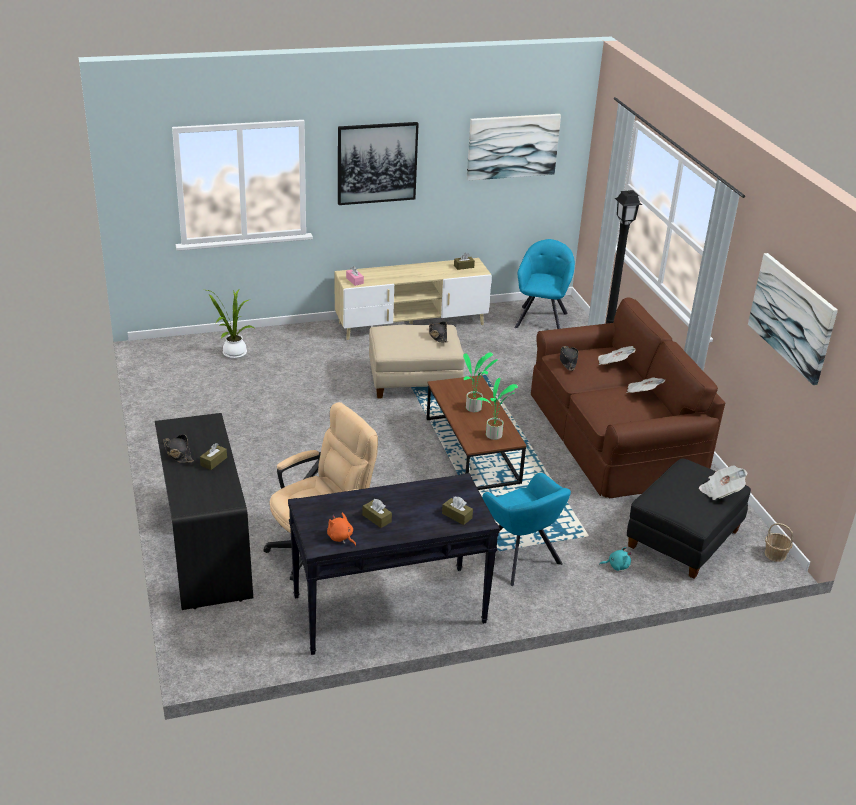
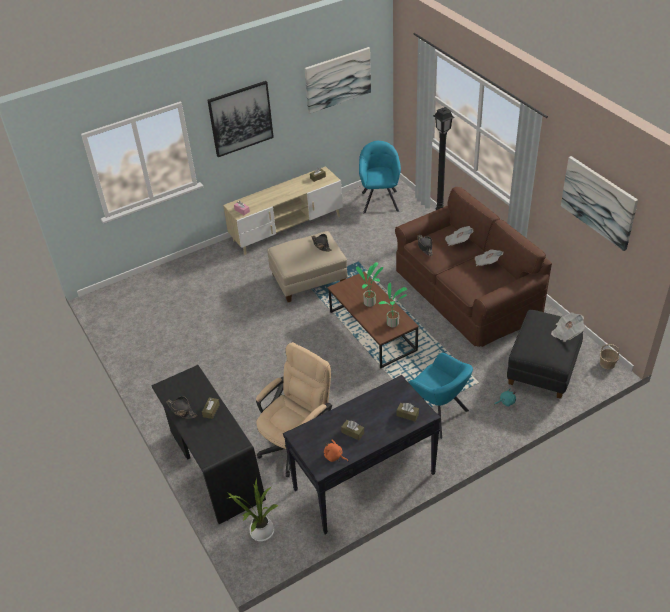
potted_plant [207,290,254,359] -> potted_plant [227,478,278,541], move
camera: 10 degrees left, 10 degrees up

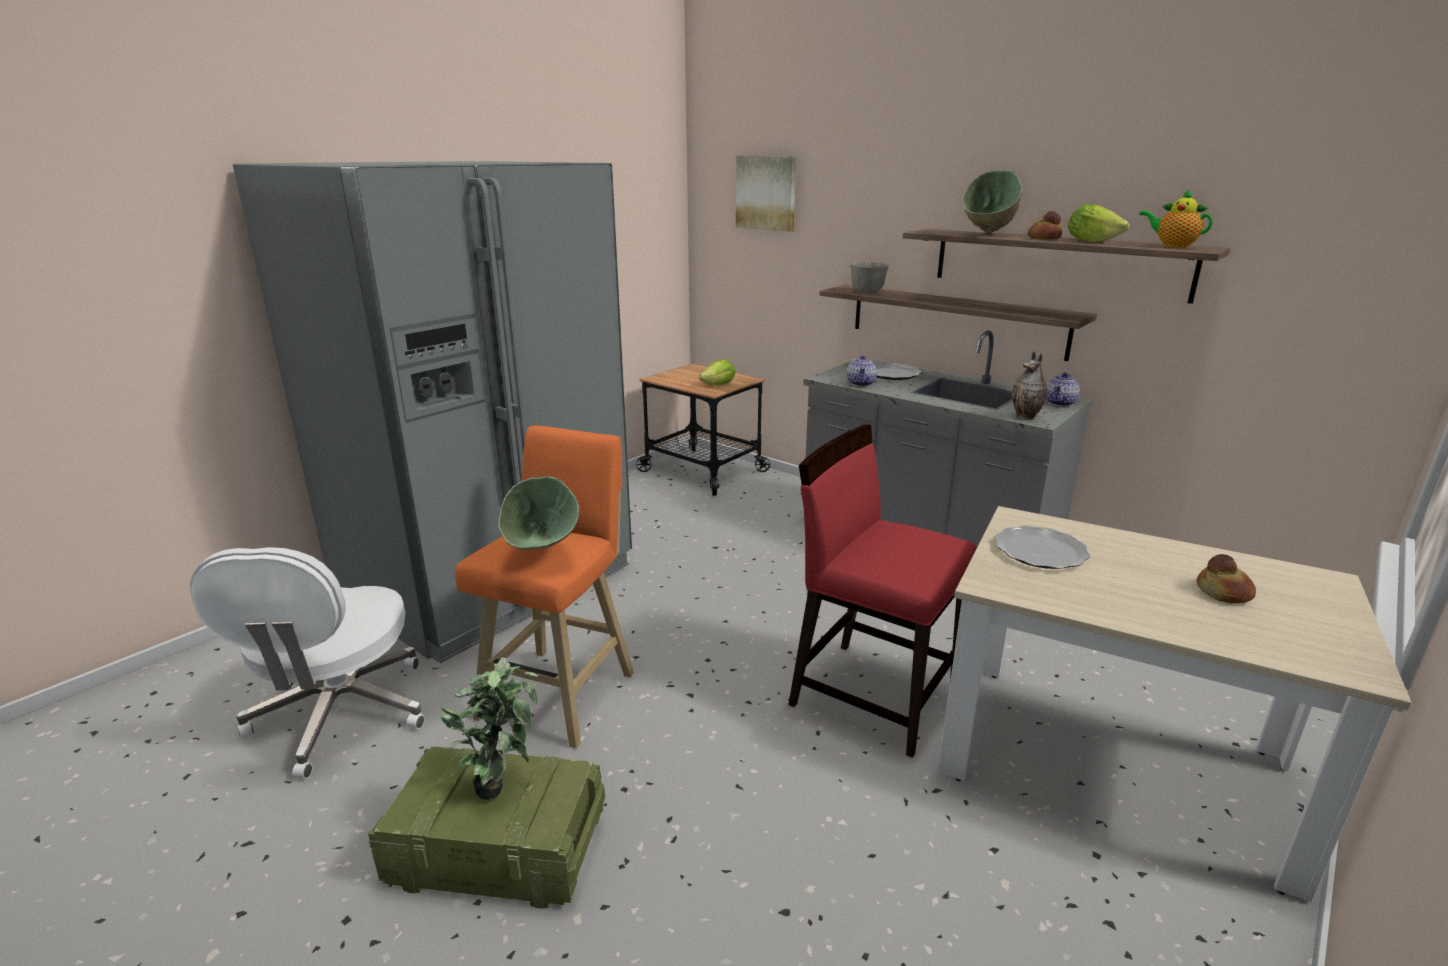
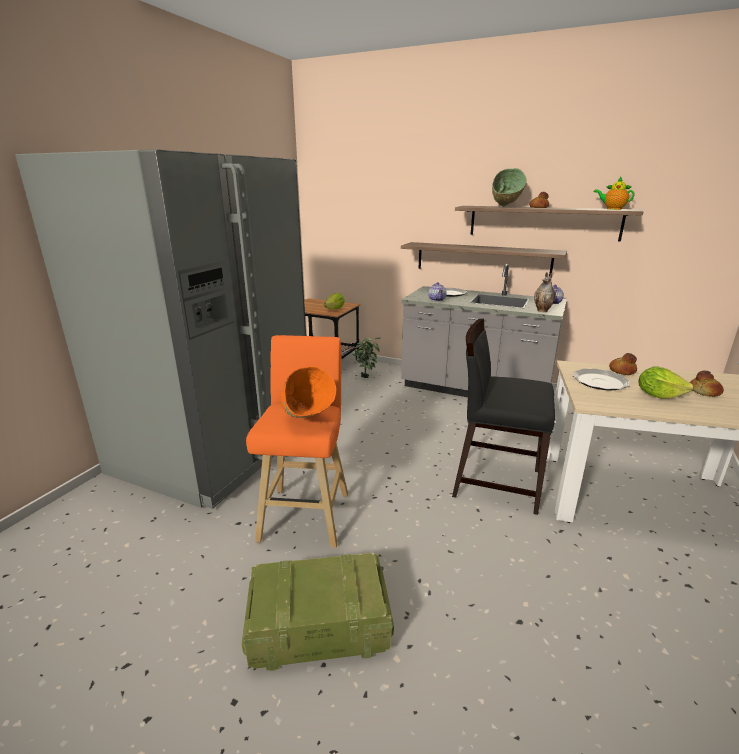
green_bowl [498,476,580,550] -> orange_bowl [281,366,337,418]
potted_plant [440,657,539,800] -> potted_plant [352,337,380,378], move
red_chair [788,425,977,758] -> black_chair [452,319,555,515]
none -> bread [609,353,637,375]
lettuce [1068,204,1130,243] -> lettuce [639,366,694,399], move
white_office_chair [190,547,425,779] -> none
picture [736,156,796,232] -> none
grey_bowl [850,262,889,293] -> none
camera: 15 degrees left, 0 degrees up

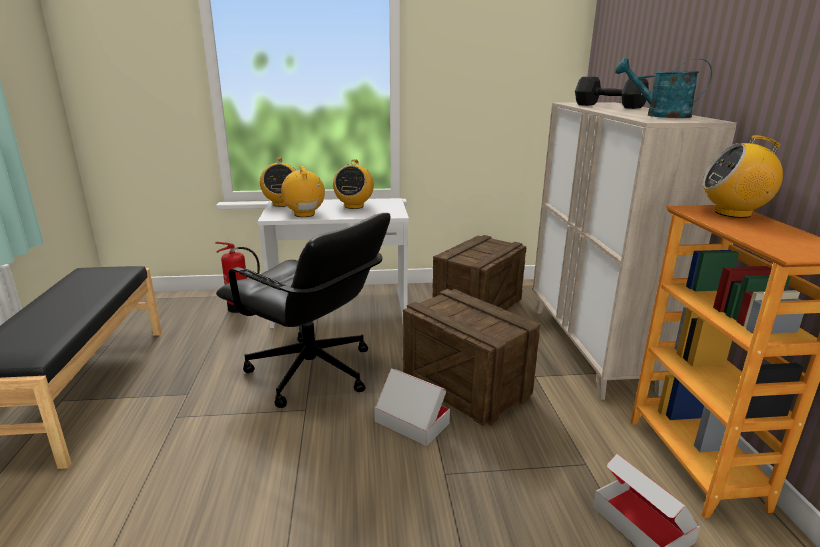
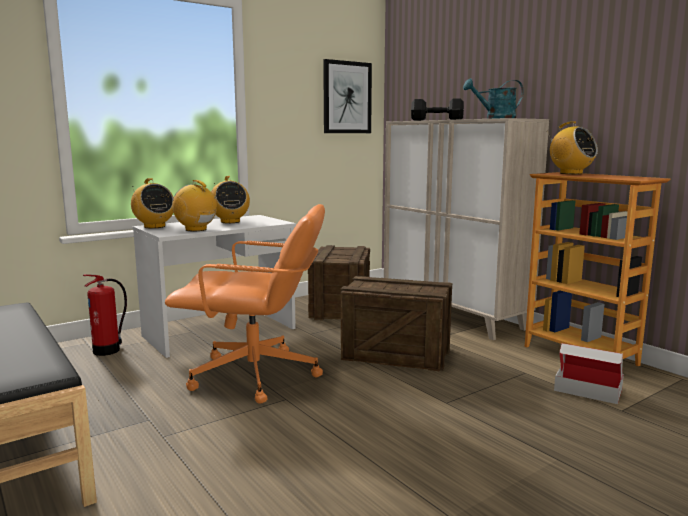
black_office_chair [216,213,390,408] -> orange_office_chair [165,204,325,404]
none -> picture [323,59,372,133]
radio [702,135,783,218] -> radio [549,121,598,174], 105 degrees counterclockwise
cardboard_box [374,369,450,446] -> none
camera: 30 degrees left, 10 degrees down

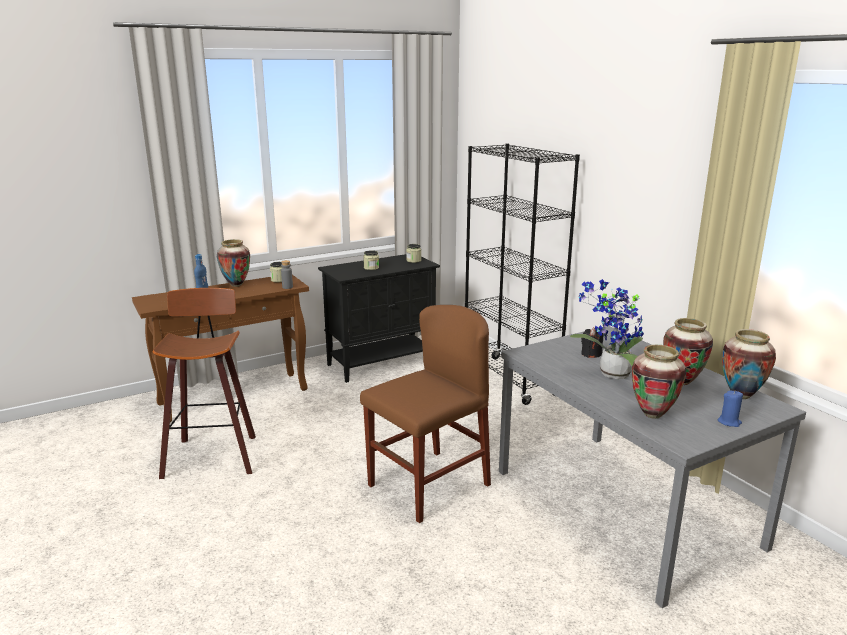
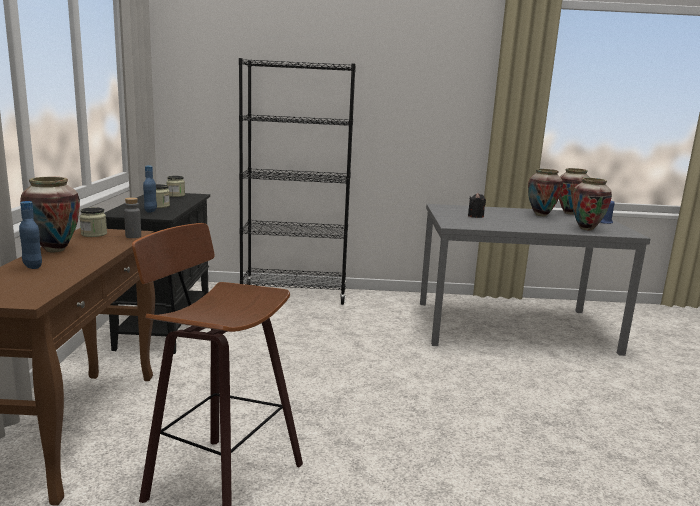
none -> blue_bottle [143,166,157,213]
brown_chair [360,305,491,523] -> none
potted_plant [570,279,644,379] -> none
camera: 60 degrees left, 5 degrees down

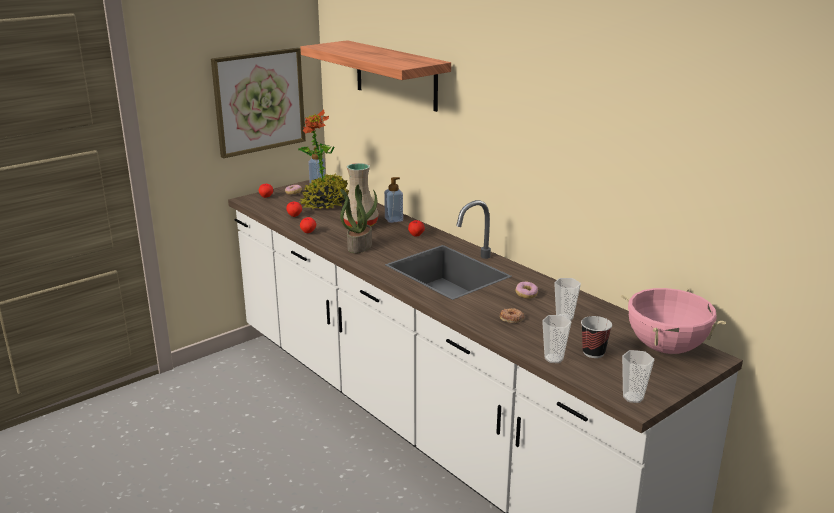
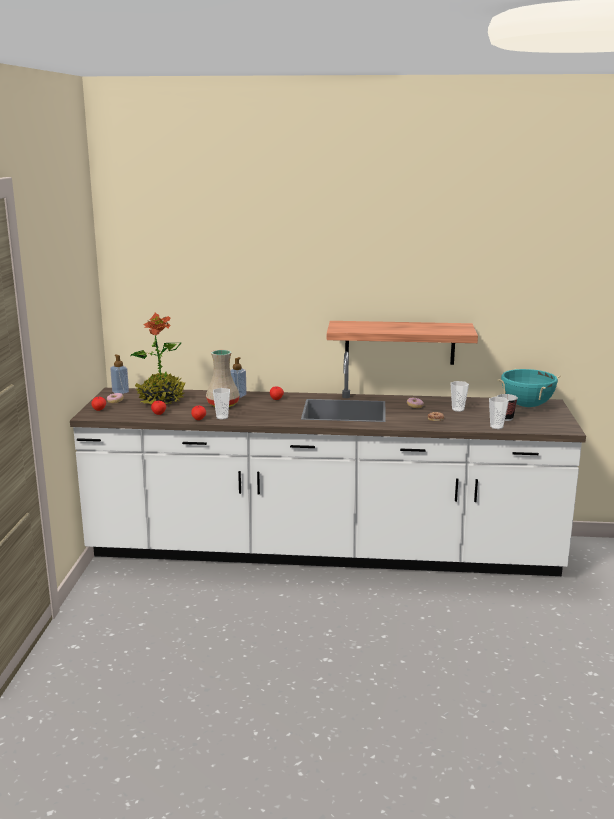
cup [622,350,654,403] -> cup [213,388,230,420], move
shelf [300,40,451,112] -> shelf [327,321,478,365], move
pink_cooking_pot [621,288,726,354] -> turquoise_cooking_pot [497,369,561,407]
picture [211,48,306,158] -> none
potted_plant [340,185,377,253] -> none
camera: 45 degrees left, 5 degrees down

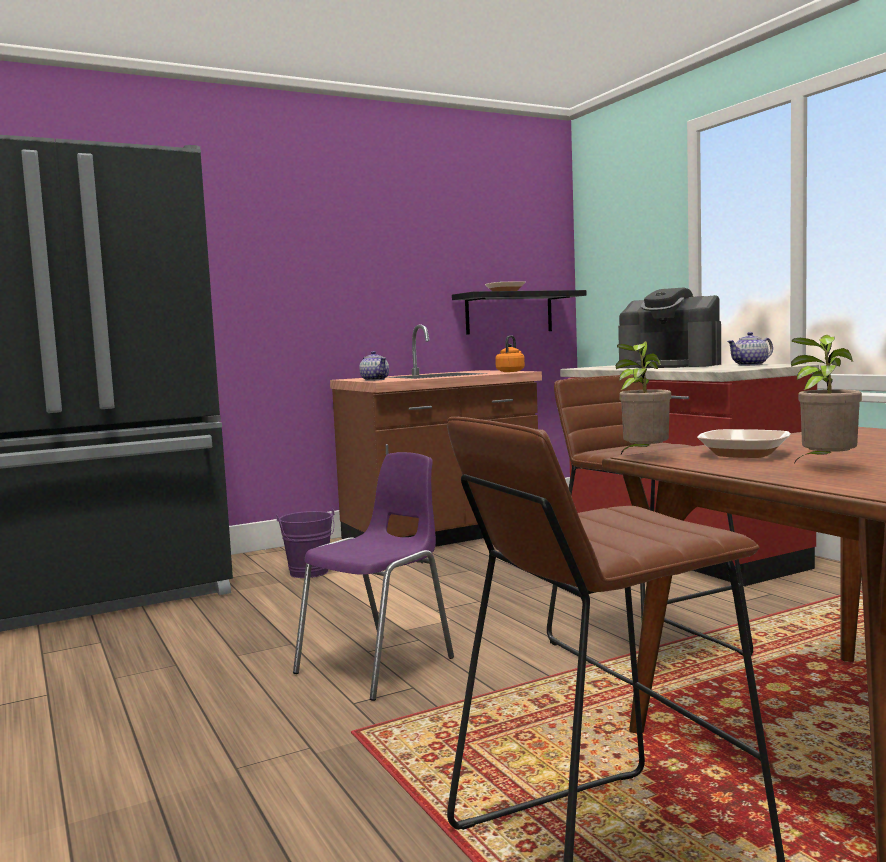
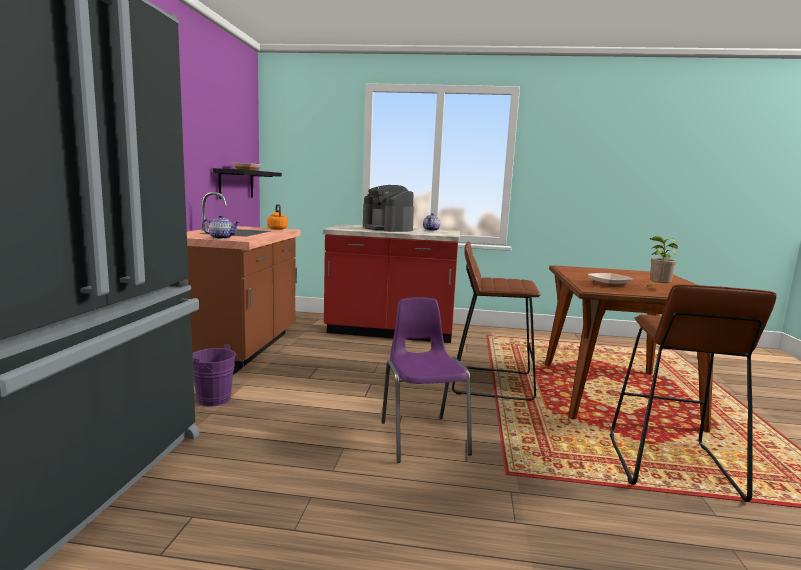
coffee_machine [618,287,721,368] -> coffee_machine [363,185,414,232], 75 degrees clockwise
potted_plant [616,341,671,454] -> none
camera: 55 degrees left, 5 degrees up

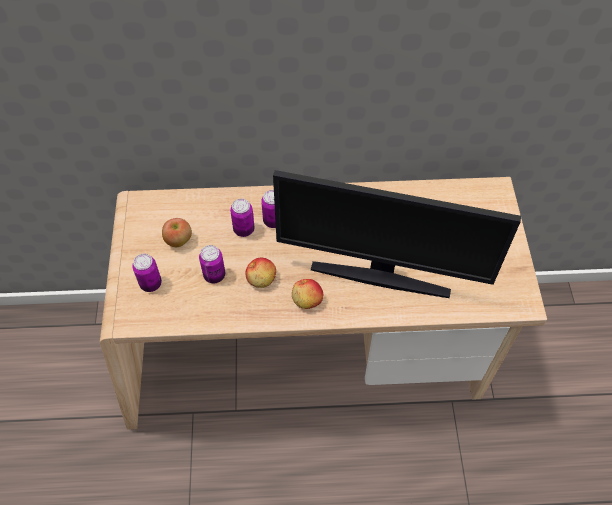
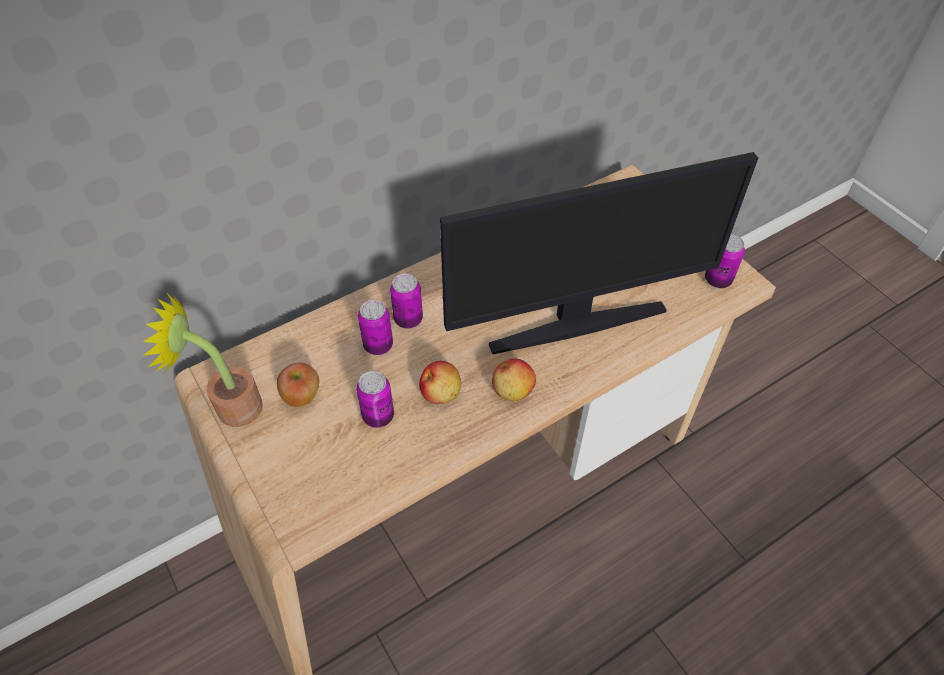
none -> potted_plant [142,292,263,427]
can [132,254,162,292] -> can [705,234,745,288], move
camera: 30 degrees left, 5 degrees down

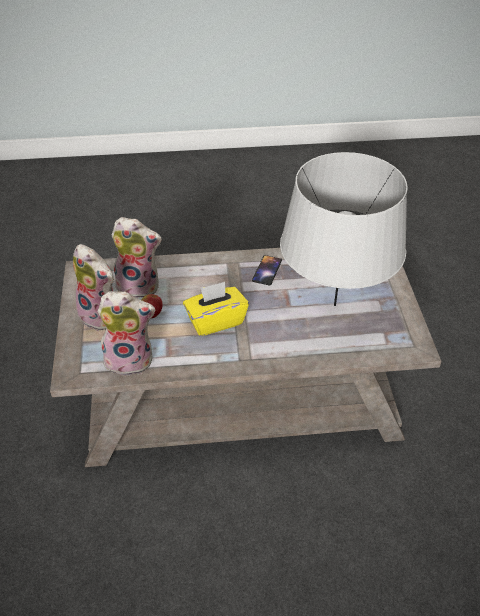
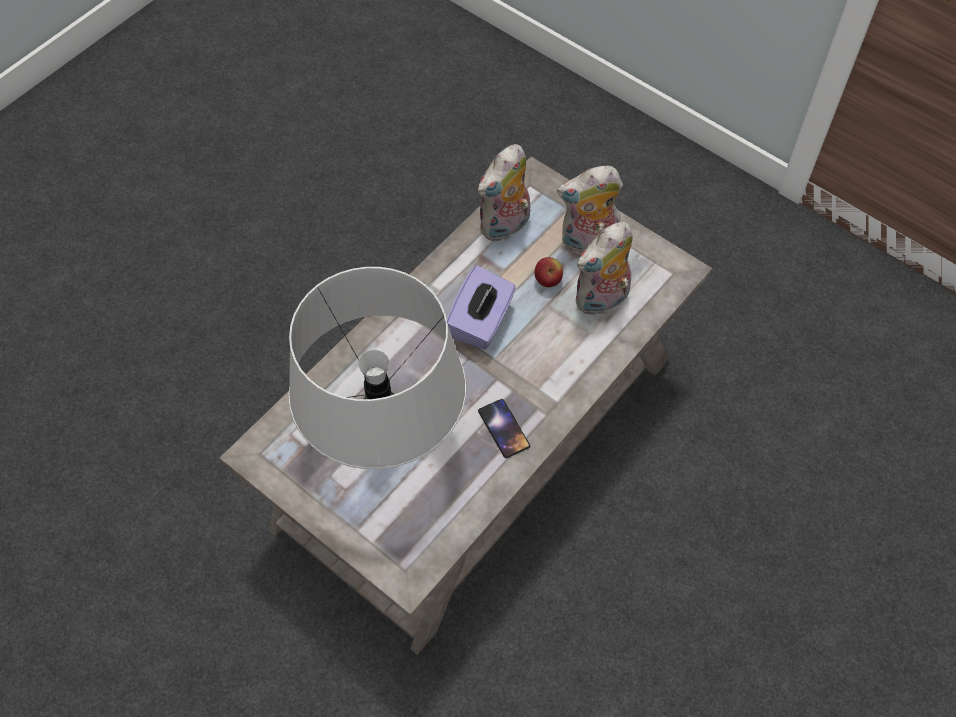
yellow_tissue_box [183,282,249,336] -> purple_tissue_box [447,266,516,350]
camera: 135 degrees right, 15 degrees up

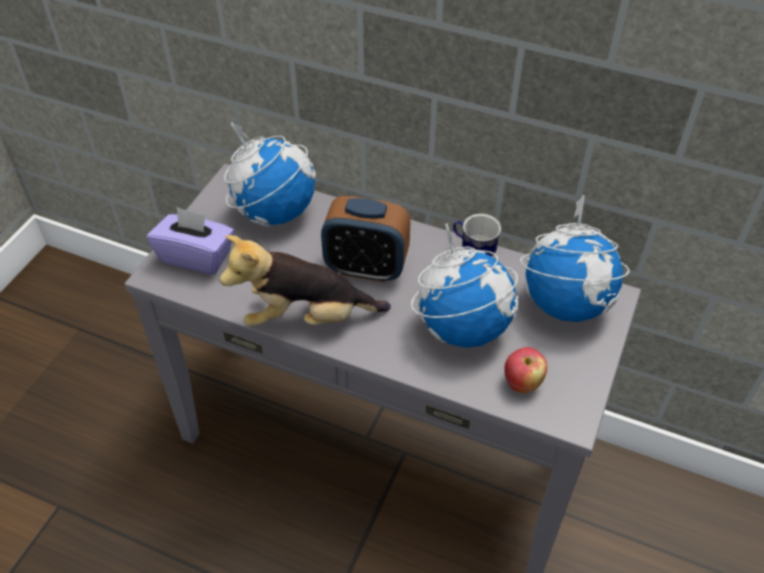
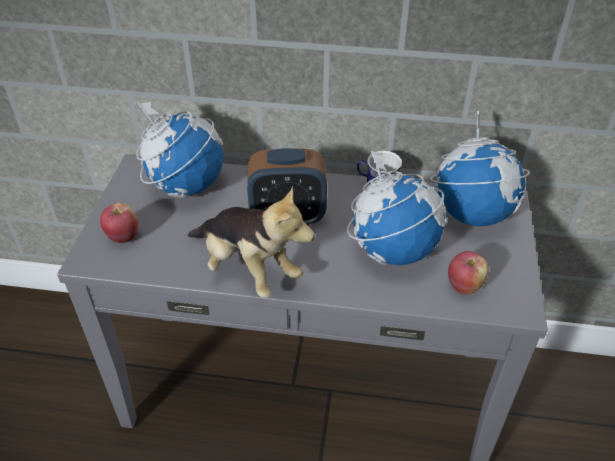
purple_tissue_box [147,207,234,275] -> apple [100,203,138,243]
plush_toy [220,235,391,326] -> plush_toy [188,186,315,298], 120 degrees counterclockwise
camera: 15 degrees left, 5 degrees down

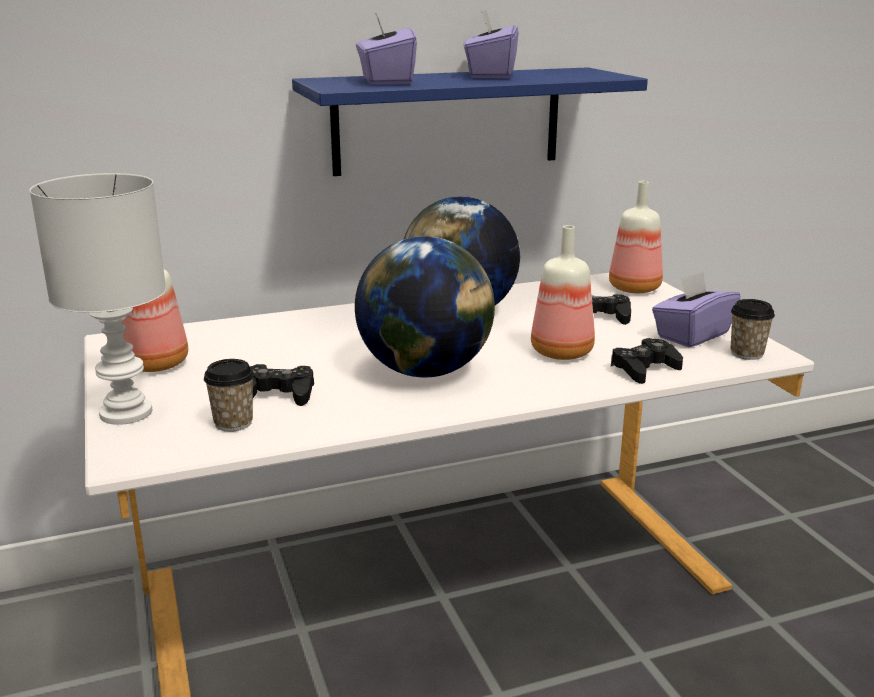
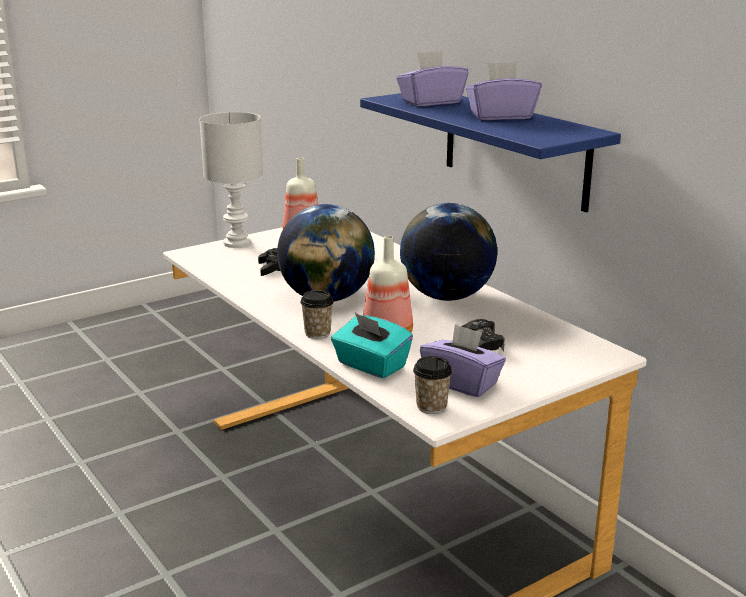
cup [204,359,254,432] -> cup [300,290,334,339], move
black_game_controller [611,338,683,384] -> turquoise_tissue_box [331,313,413,378]
bottle [609,181,663,293] -> none
camera: 75 degrees right, 0 degrees up

